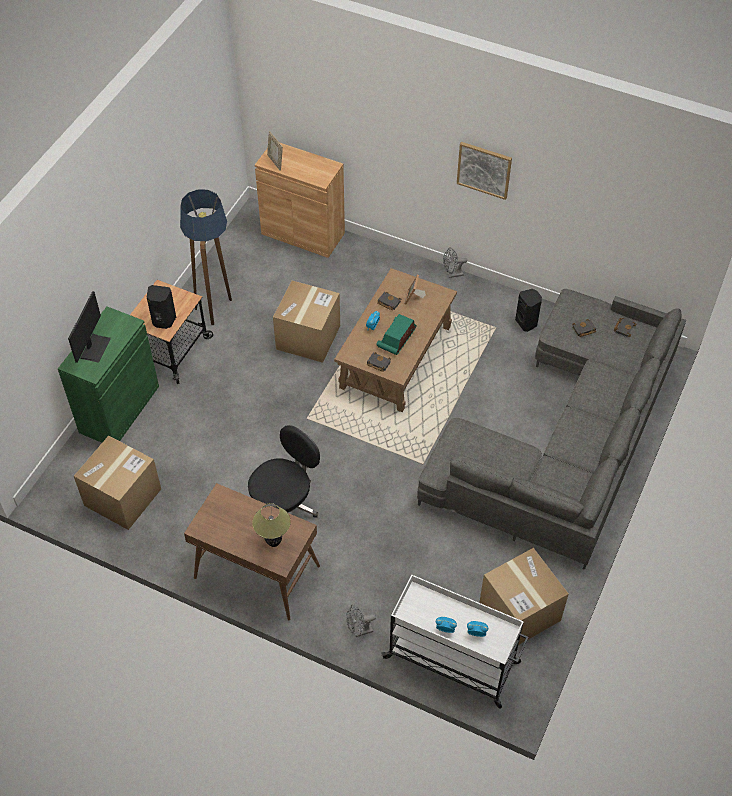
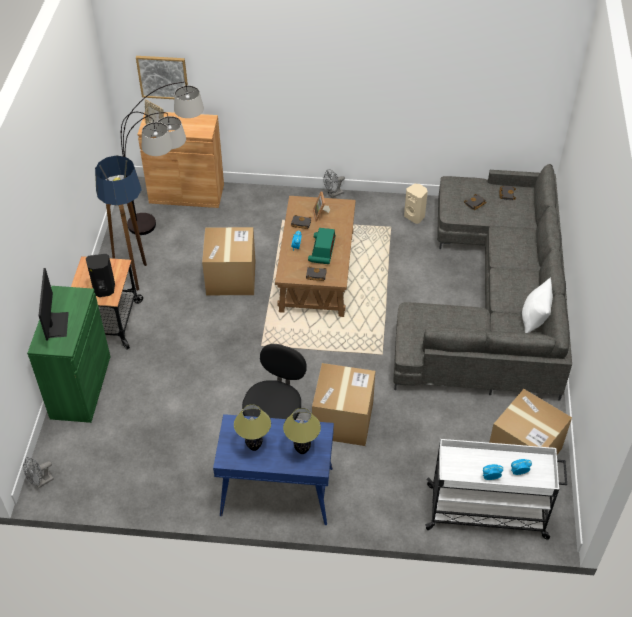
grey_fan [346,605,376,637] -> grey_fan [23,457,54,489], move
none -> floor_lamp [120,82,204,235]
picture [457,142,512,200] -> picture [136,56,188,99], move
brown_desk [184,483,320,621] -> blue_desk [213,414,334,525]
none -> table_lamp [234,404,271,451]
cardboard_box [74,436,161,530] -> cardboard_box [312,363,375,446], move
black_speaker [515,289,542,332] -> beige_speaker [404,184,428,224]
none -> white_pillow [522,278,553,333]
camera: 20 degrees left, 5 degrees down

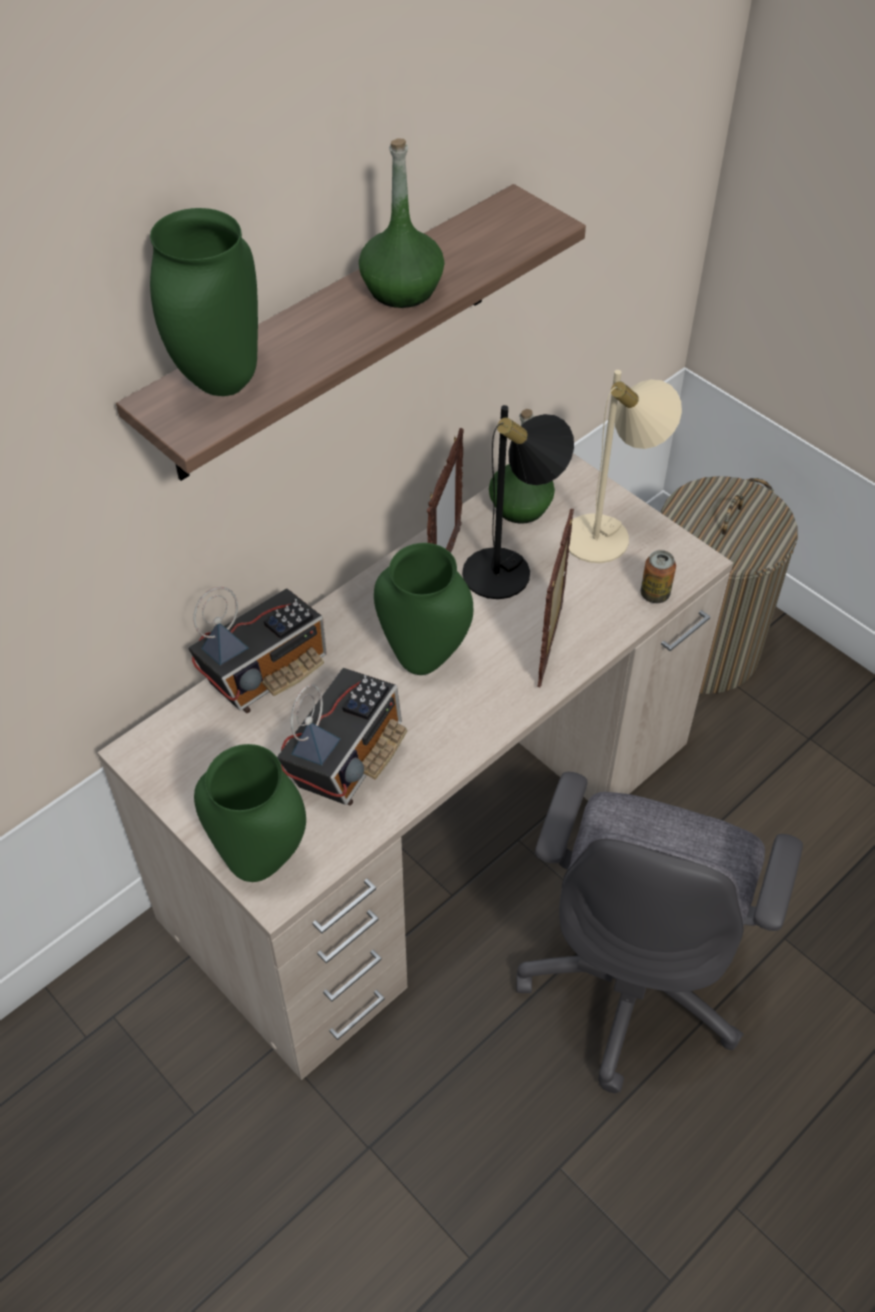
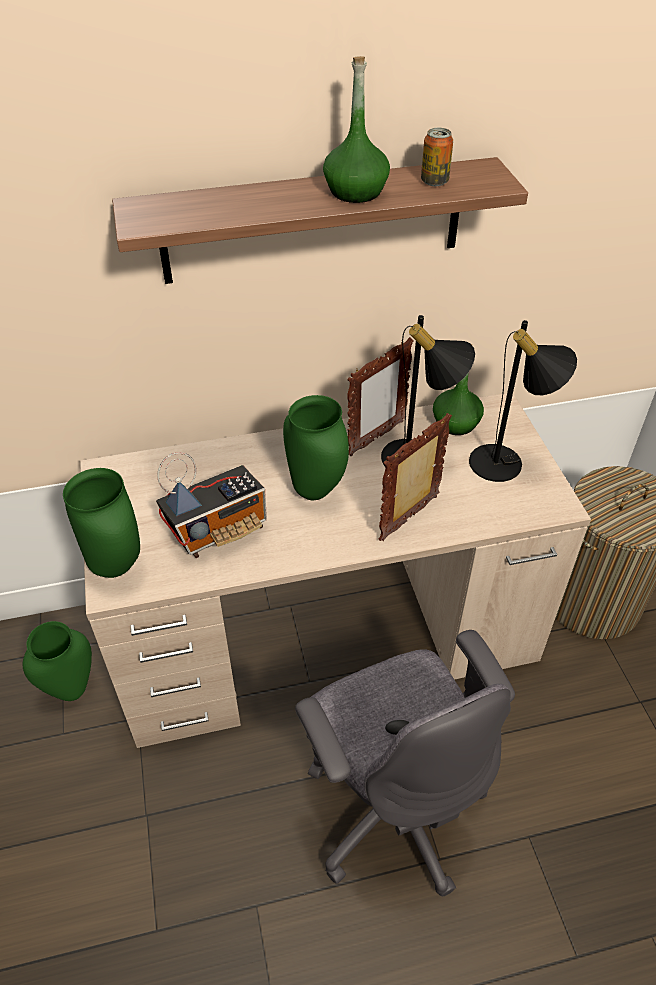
green_vase [150,208,258,396] -> green_vase [23,621,92,701], move
grey_office_chair [516,772,803,1093] -> grey_office_chair [295,630,515,896], 75 degrees counterclockwise
can [641,550,676,603] -> can [421,128,453,186], move
beige_table_lamp [563,370,682,563] -> black_table_lamp [469,320,577,482]
radio [188,587,327,713] -> none
camera: 30 degrees right, 5 degrees down

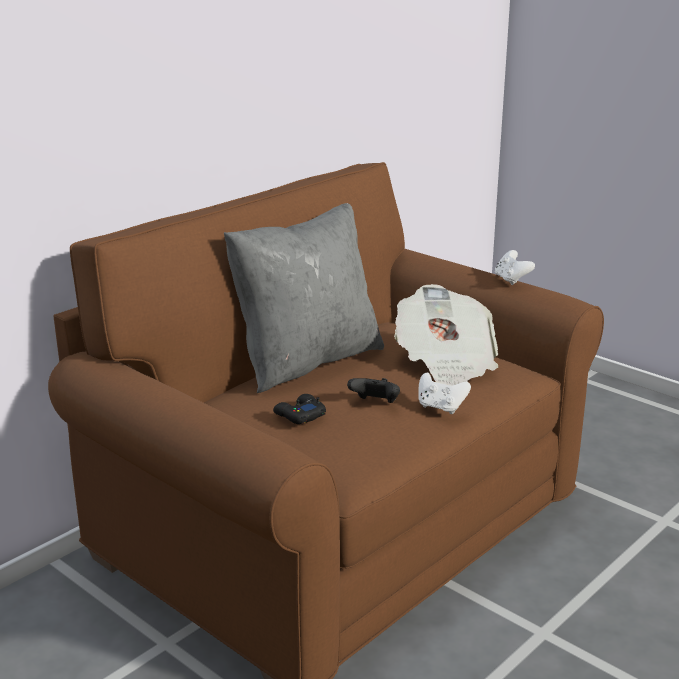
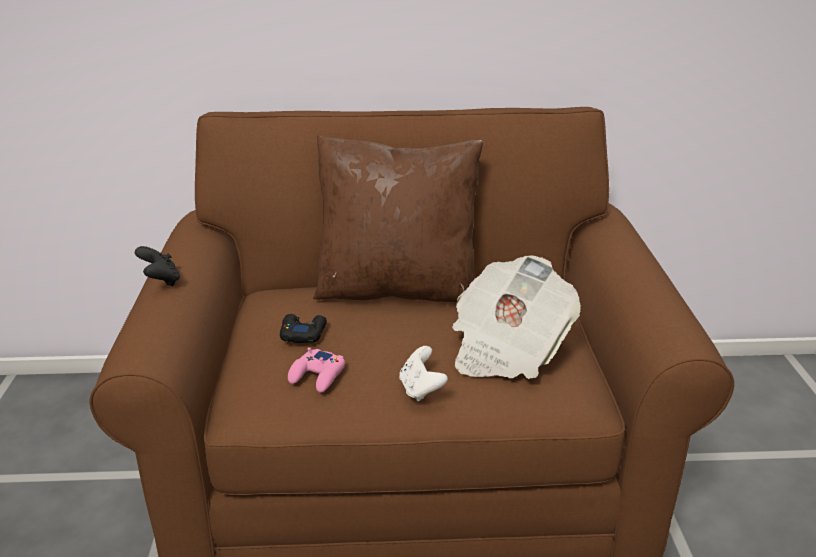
black_game_controller [347,378,400,403] -> black_game_controller [135,246,180,286], move
none -> pink_game_controller [288,347,345,392]
grey_pillow [224,203,384,393] -> brown_pillow [313,135,483,302]
white_game_controller [495,250,535,285] -> none
camera: 45 degrees right, 5 degrees up

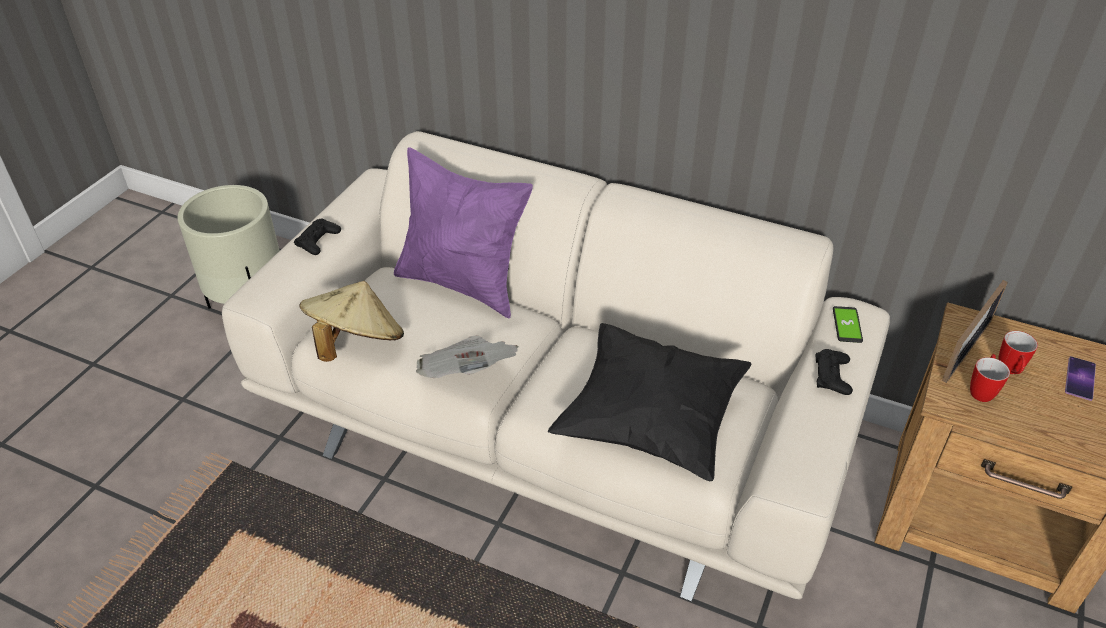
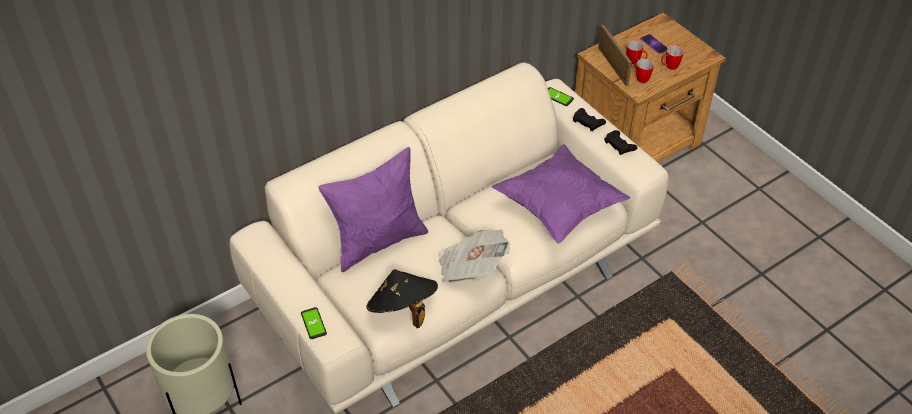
none -> phone [301,307,327,339]
beige_hat [299,281,404,362] -> black_hat [366,269,438,328]
black_pillow [548,323,751,482] -> purple_pillow [492,144,630,244]
black_game_controller [294,219,341,255] -> black_game_controller [605,130,637,155], move
none -> mug [661,46,684,70]
camera: 60 degrees left, 5 degrees up

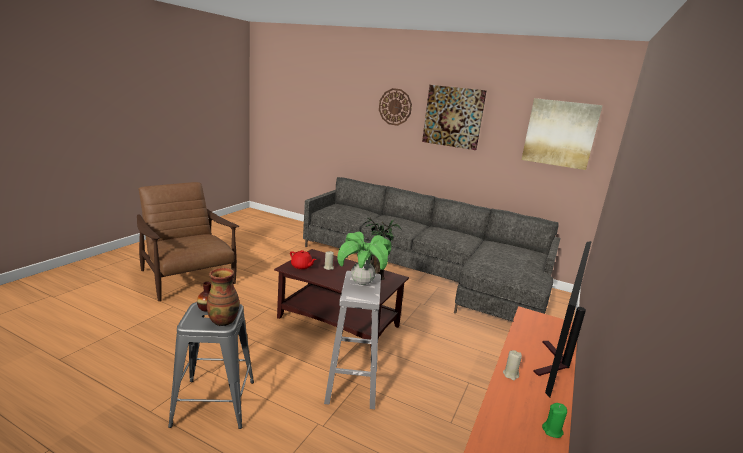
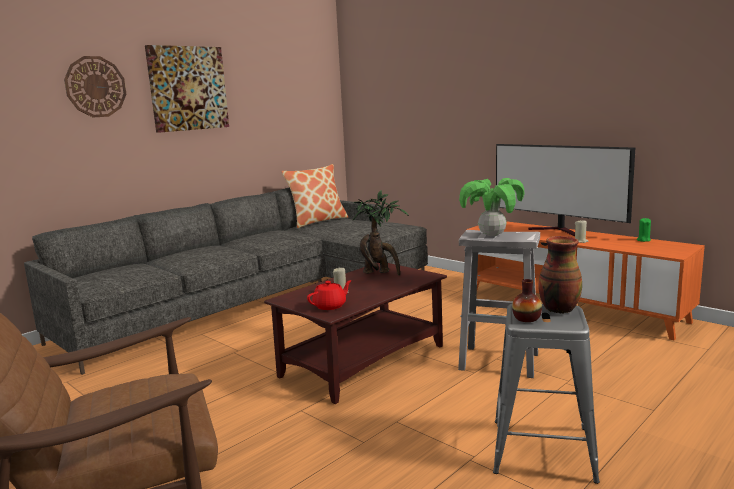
none -> pillow [281,164,348,228]
picture [521,98,603,170] -> none
camera: 70 degrees left, 5 degrees down

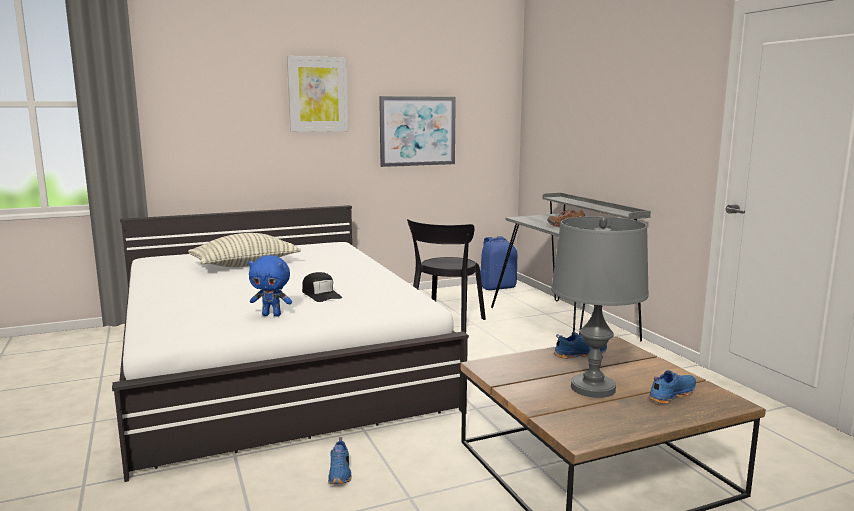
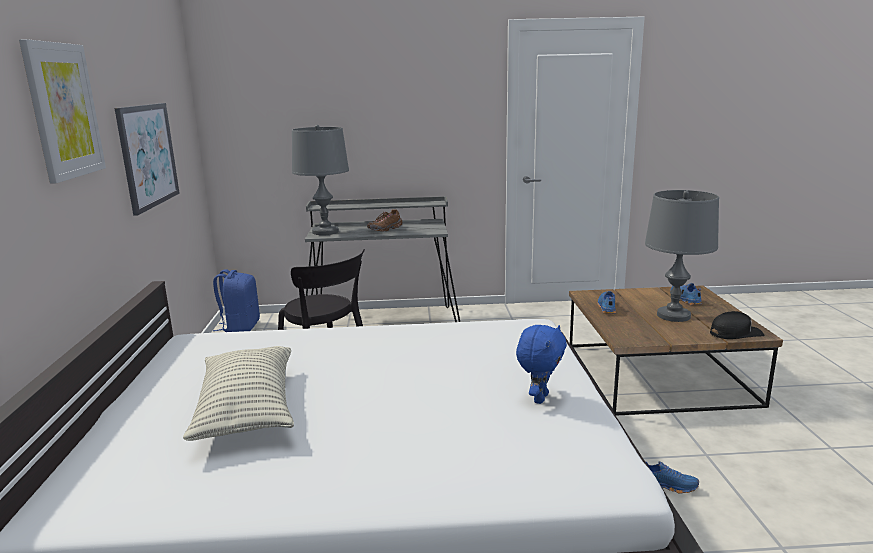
none -> grey_table_lamp [292,125,349,235]
black_cap [302,272,342,302] -> black_cap [710,311,764,339], move
camera: 70 degrees left, 5 degrees up

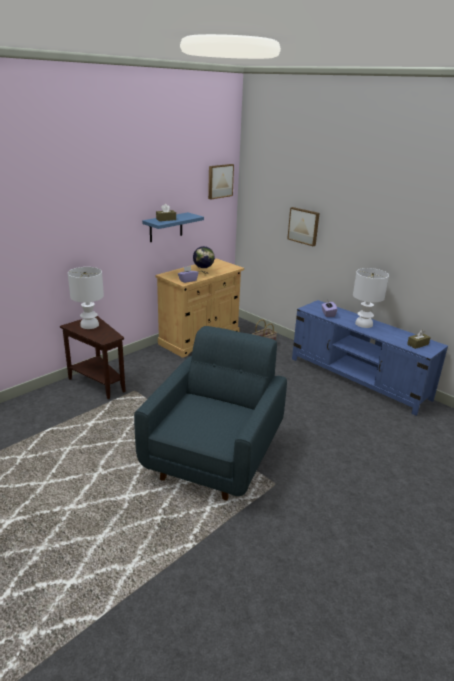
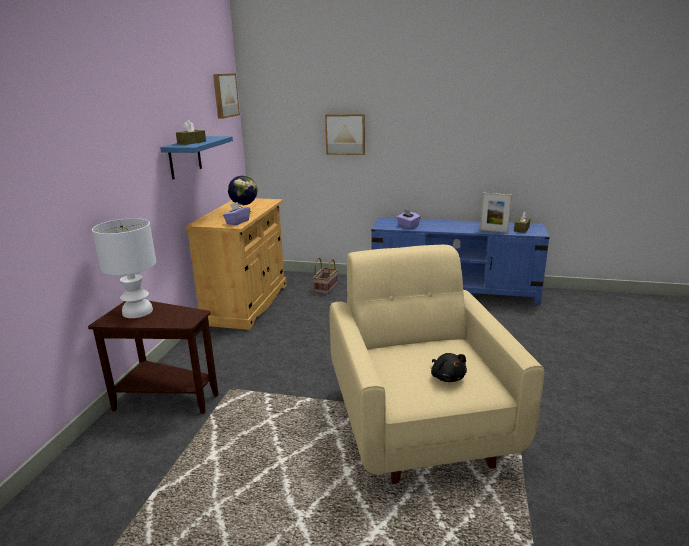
blue_armchair [134,326,287,501] -> beige_armchair [330,245,544,484]
none -> black_plush_toy [431,353,467,382]
none -> picture_frame [480,193,512,233]
white_table_lamp [353,268,389,328] -> none
camera: 30 degrees left, 5 degrees down

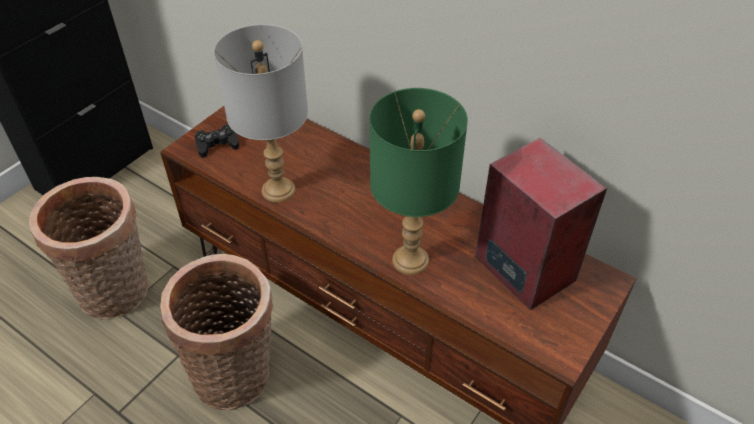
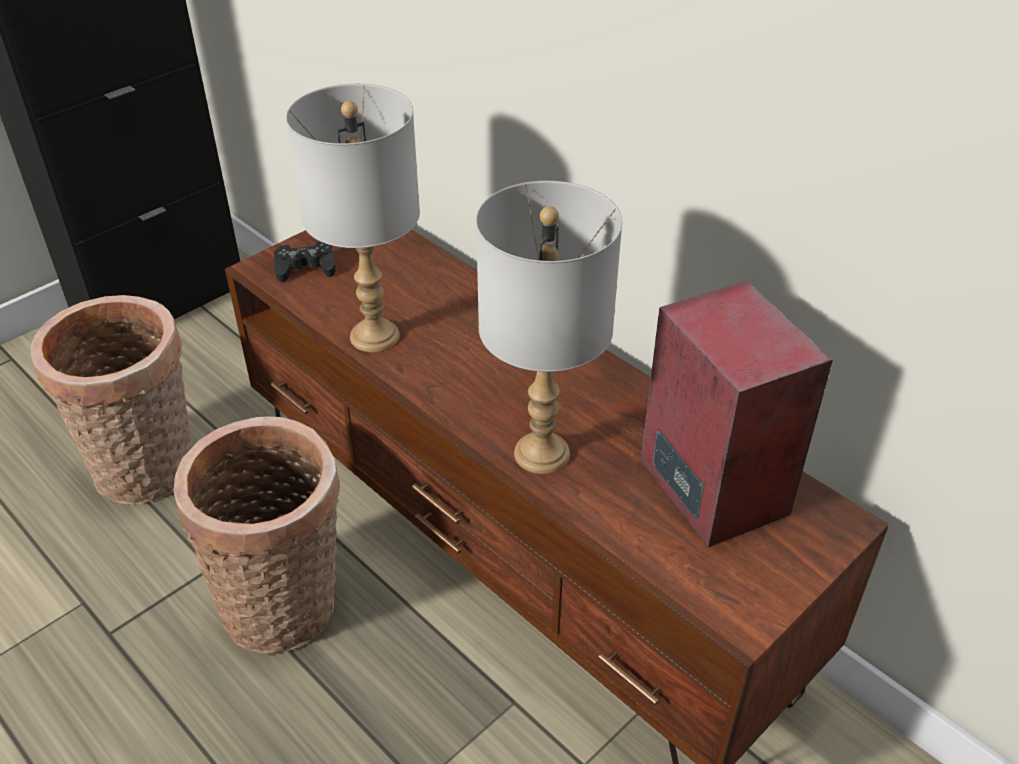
green_table_lamp [369,88,468,275] -> grey_table_lamp [476,181,622,474]
camera: 10 degrees right, 5 degrees down

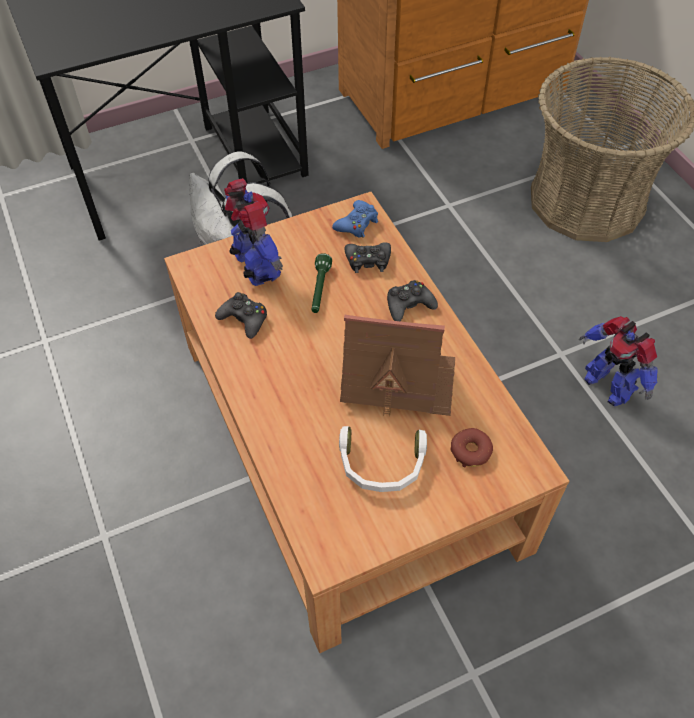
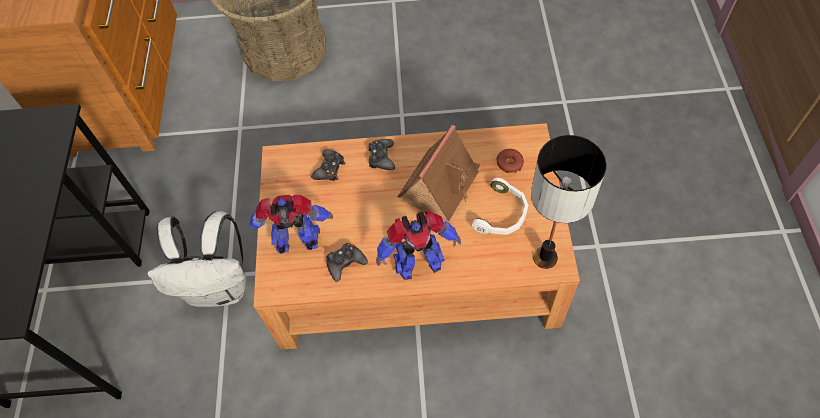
toy_robot [579,316,658,406] -> toy_robot [376,210,461,280], move
none -> table_lamp [531,135,607,269]
green_flashlight [311,253,332,313] -> none
blue_game_controller [332,200,378,238] -> none
camera: 65 degrees left, 5 degrees up

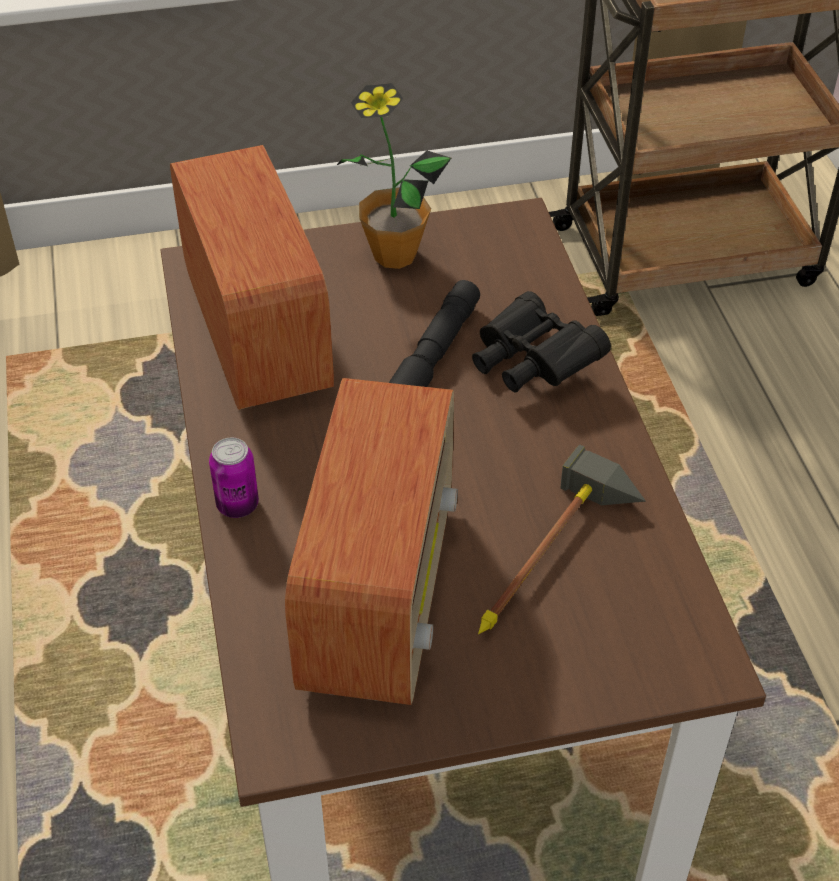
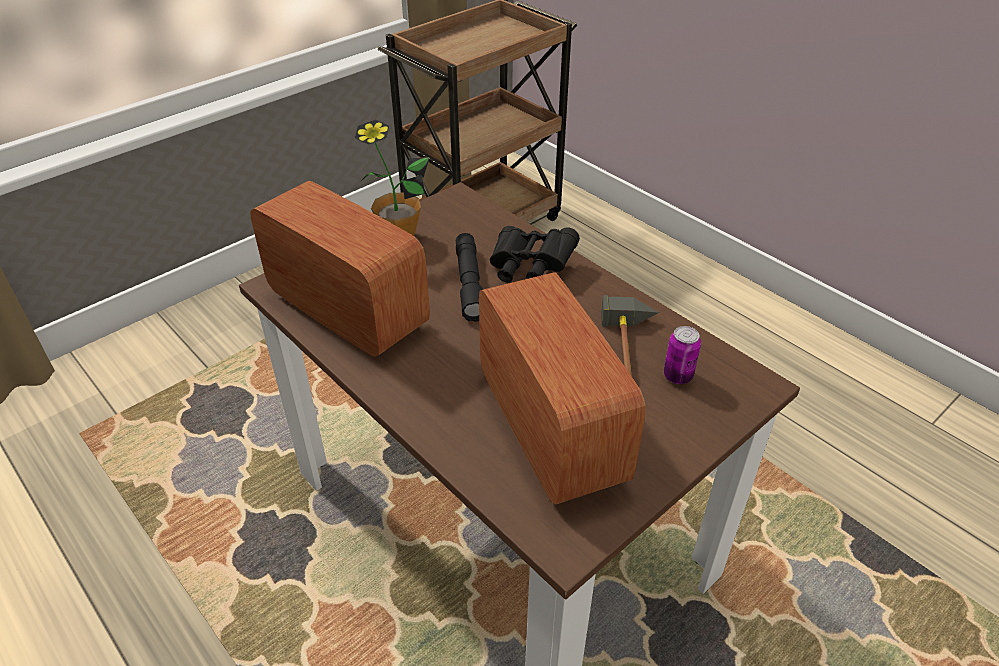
can [209,438,259,518] -> can [664,326,701,384], move
camera: 30 degrees left, 5 degrees down

